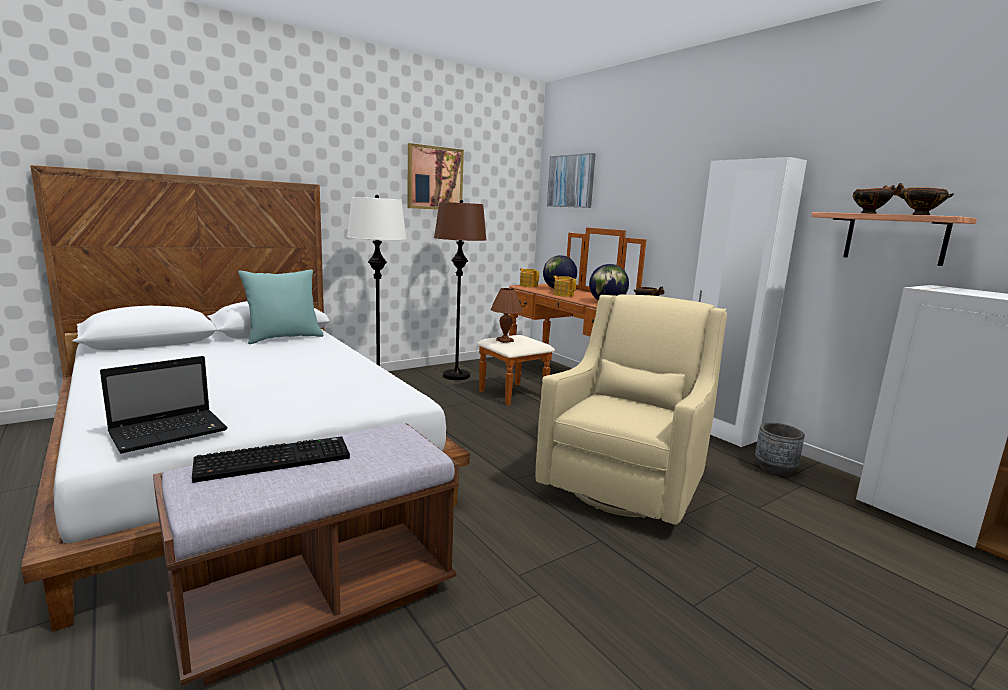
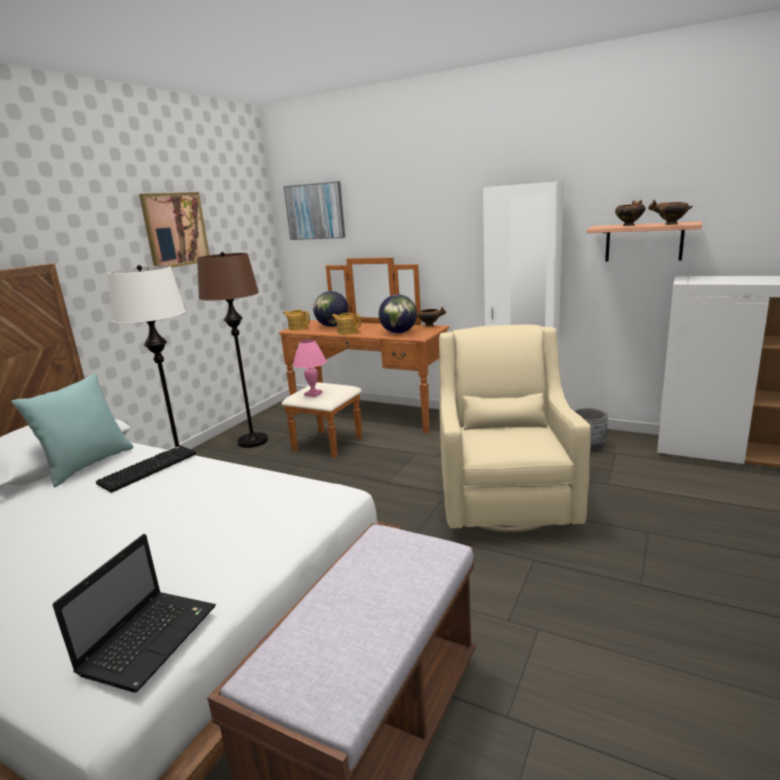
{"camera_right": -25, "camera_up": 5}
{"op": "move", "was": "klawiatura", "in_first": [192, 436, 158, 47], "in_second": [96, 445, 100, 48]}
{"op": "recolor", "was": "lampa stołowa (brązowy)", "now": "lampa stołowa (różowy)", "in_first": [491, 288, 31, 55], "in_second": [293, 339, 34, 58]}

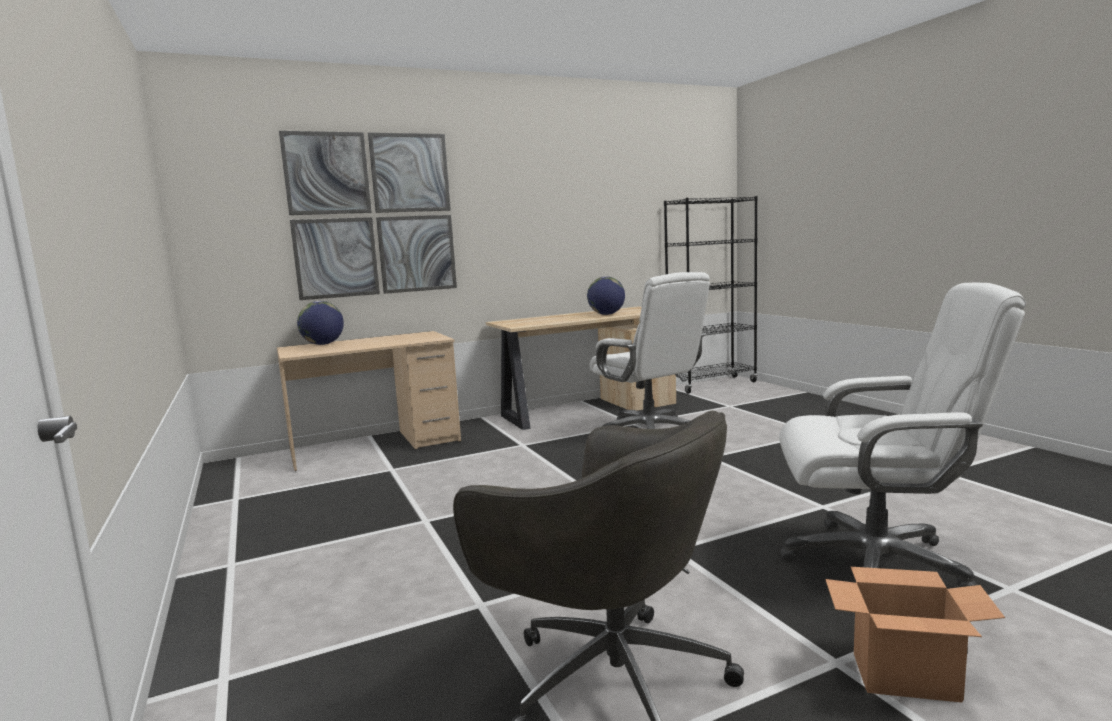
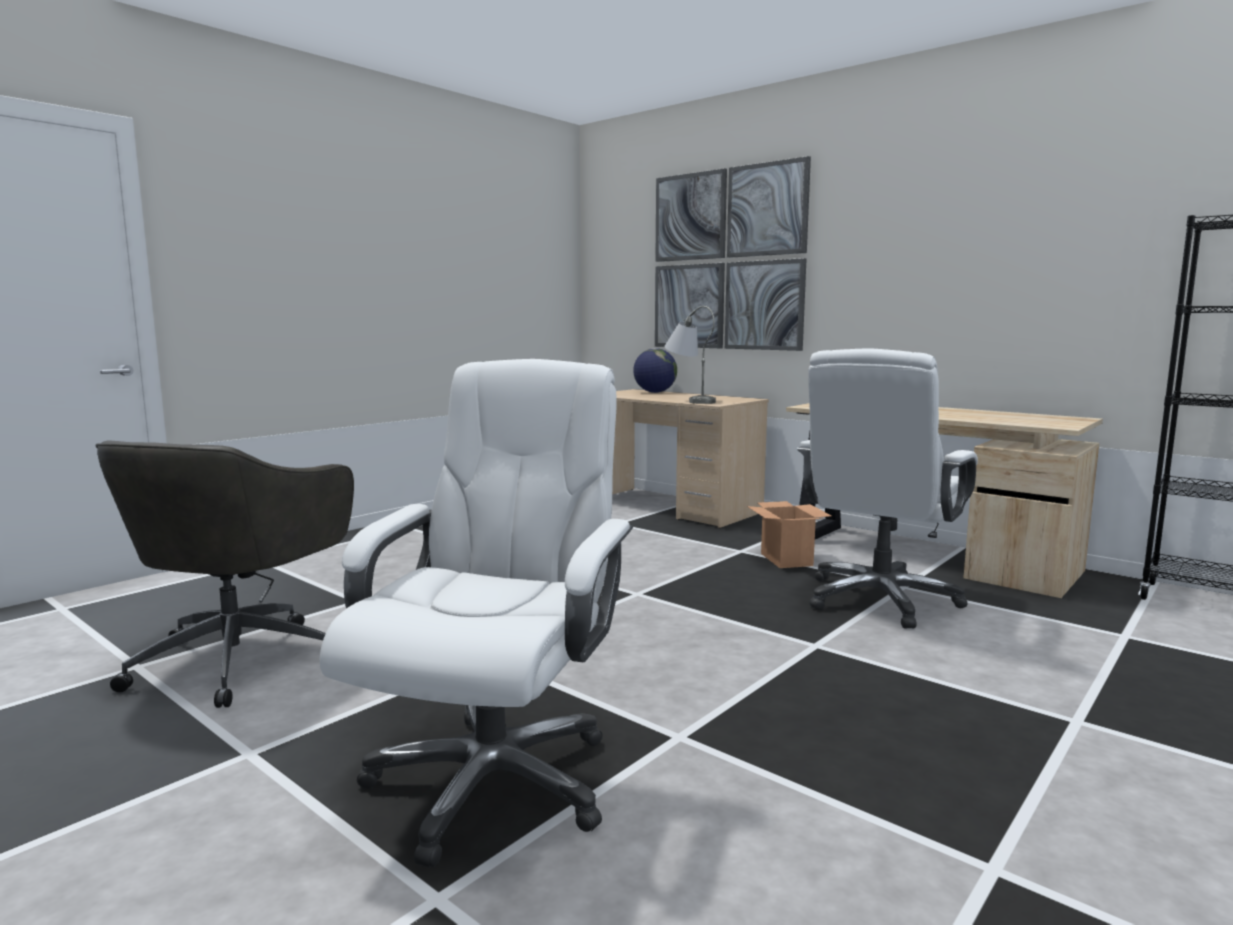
{"camera_right": 65, "camera_up": 0}
{"op": "rotate", "was": "krzesło biurowe (biały)", "in_first": [779, 283, 247, 304], "in_second": [320, 359, 313, 508], "clockwise": -150}
{"op": "insert", "now": "lampa stołowa (szary)", "in_second": [664, 306, 52, 98]}
{"op": "move", "was": "karton", "in_first": [825, 567, 180, 136], "in_second": [747, 501, 85, 67]}
{"op": "delete", "was": "globus", "in_first": [587, 276, 38, 39]}

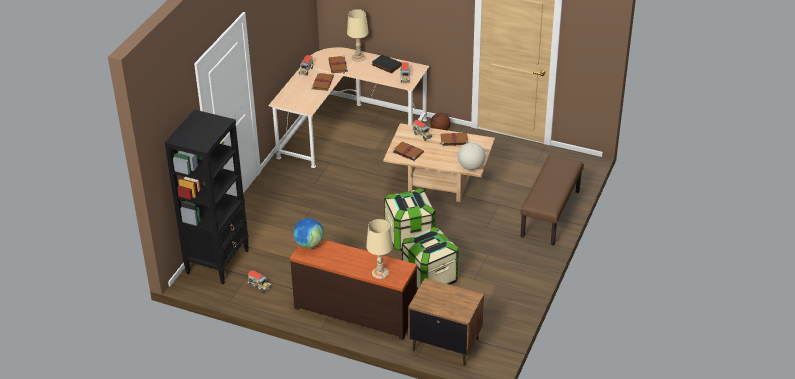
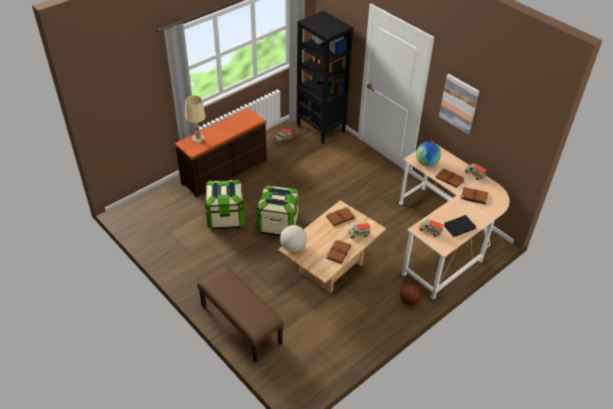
{"camera_right": 115, "camera_up": 5}
{"op": "move", "was": "globus", "in_first": [293, 218, 31, 31], "in_second": [416, 142, 25, 24]}
{"op": "insert", "now": "obraz", "in_second": [439, 74, 40, 60]}
{"op": "delete", "was": "lampa stołowa (beżowy)", "in_first": [347, 9, 22, 53]}
{"op": "delete", "was": "szafka nocna (brązowy)", "in_first": [408, 278, 76, 88]}

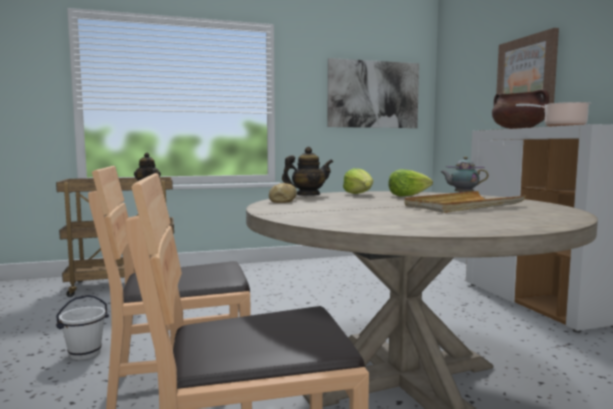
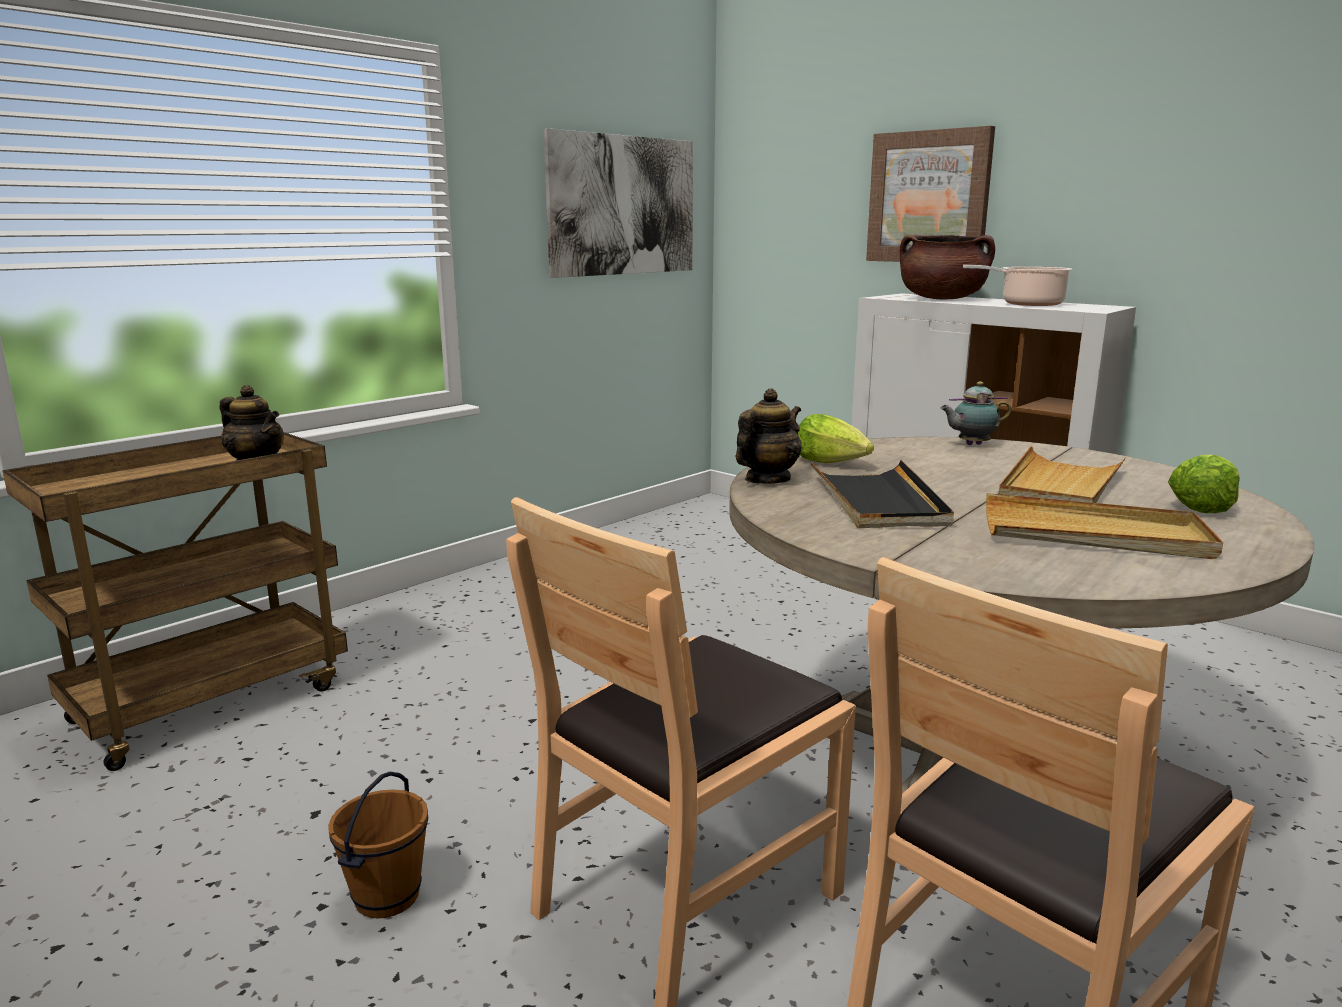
{"camera_right": -30, "camera_up": 10}
{"op": "recolor", "was": "wiadro (biały)", "now": "wiadro (brązowy)", "in_first": [56, 295, 53, 65], "in_second": [328, 772, 100, 147]}
{"op": "insert", "now": "taca (czarny)", "in_second": [811, 460, 143, 68]}
{"op": "insert", "now": "taca (beżowy)", "in_second": [986, 493, 237, 66]}
{"op": "move", "was": "sałata", "in_first": [388, 169, 45, 28], "in_second": [1168, 455, 72, 58]}
{"op": "delete", "was": "chleb", "in_first": [269, 183, 28, 20]}

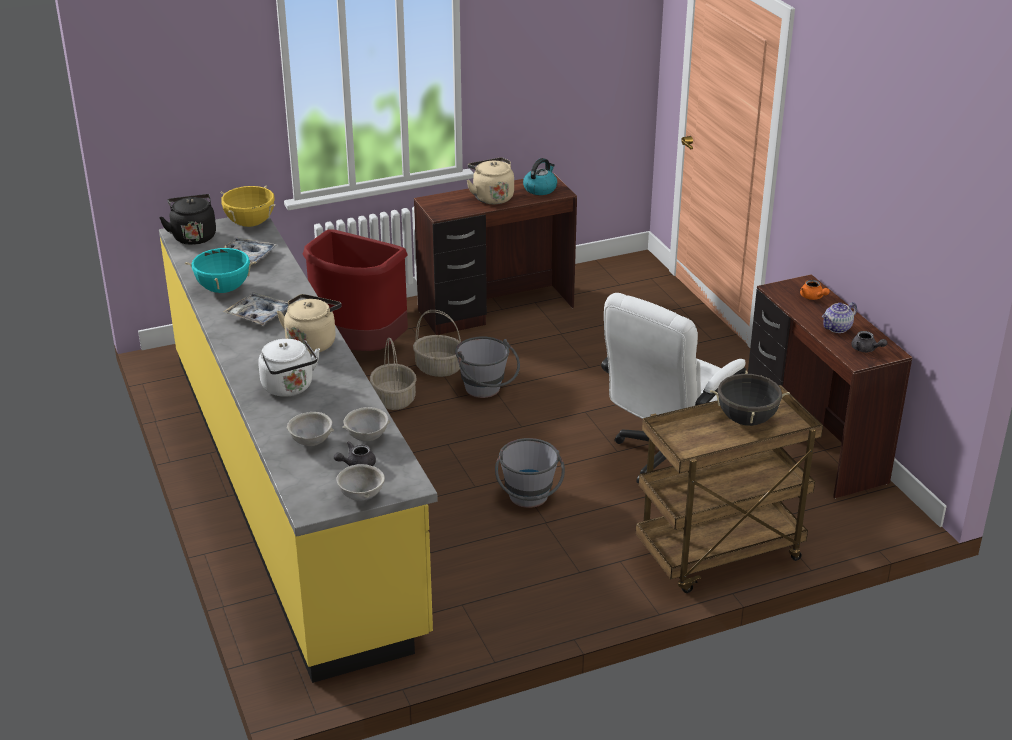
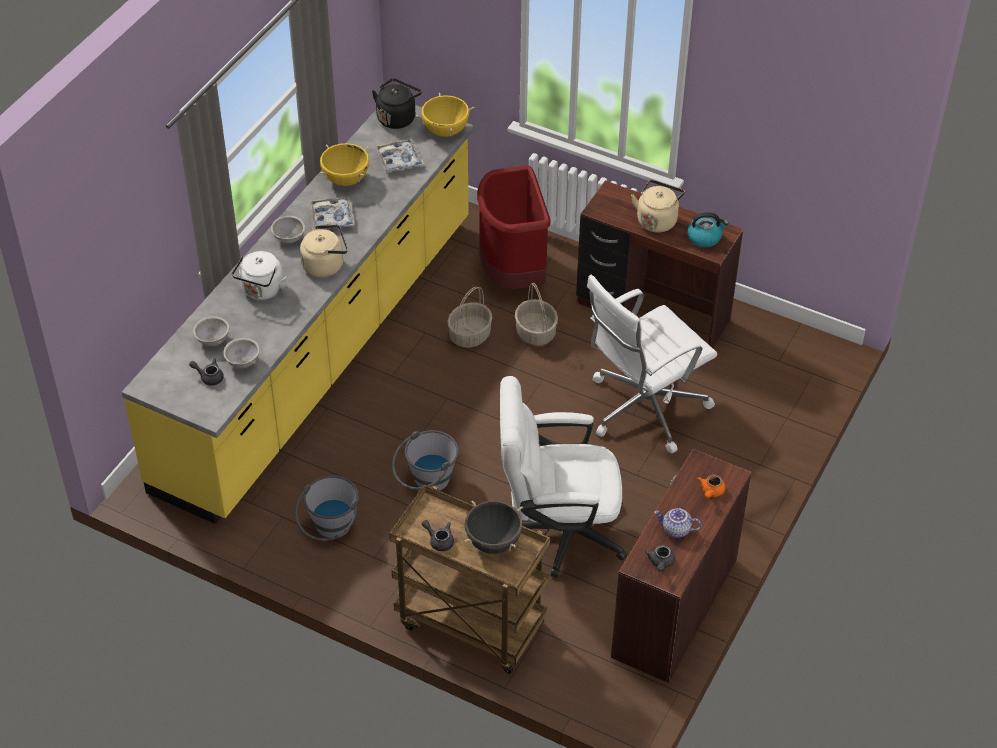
{"camera_right": 50, "camera_up": 15}
{"op": "move", "was": "miska (szary)", "in_first": [336, 464, 49, 37], "in_second": [271, 216, 34, 27]}
{"op": "move", "was": "wiadro (szary)", "in_first": [455, 336, 65, 62], "in_second": [295, 475, 64, 66]}
{"op": "recolor", "was": "garnek (turkusowy)", "now": "garnek (żółty)", "in_first": [185, 246, 71, 47], "in_second": [320, 143, 49, 43]}
{"op": "insert", "now": "imbryk (szary)", "in_second": [422, 520, 32, 31]}
{"op": "insert", "now": "krzesło biurowe (biały)", "in_second": [587, 275, 130, 178]}

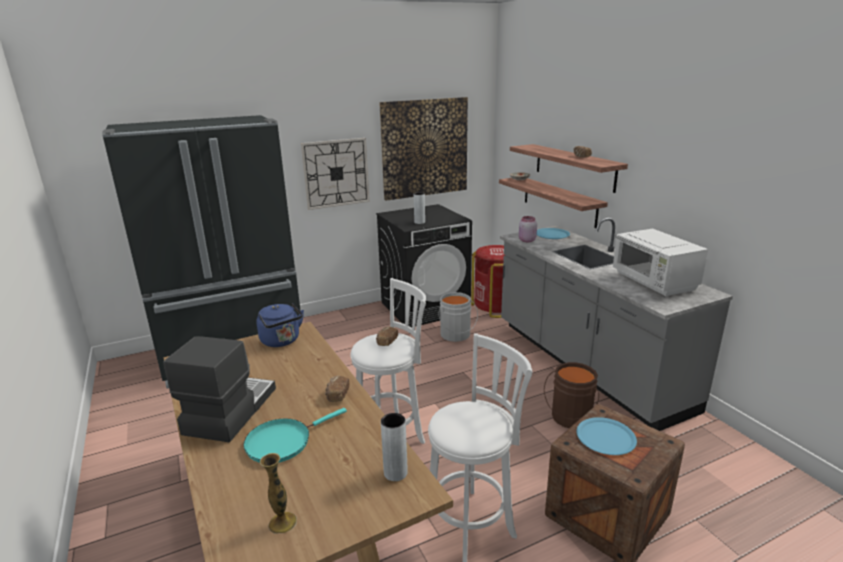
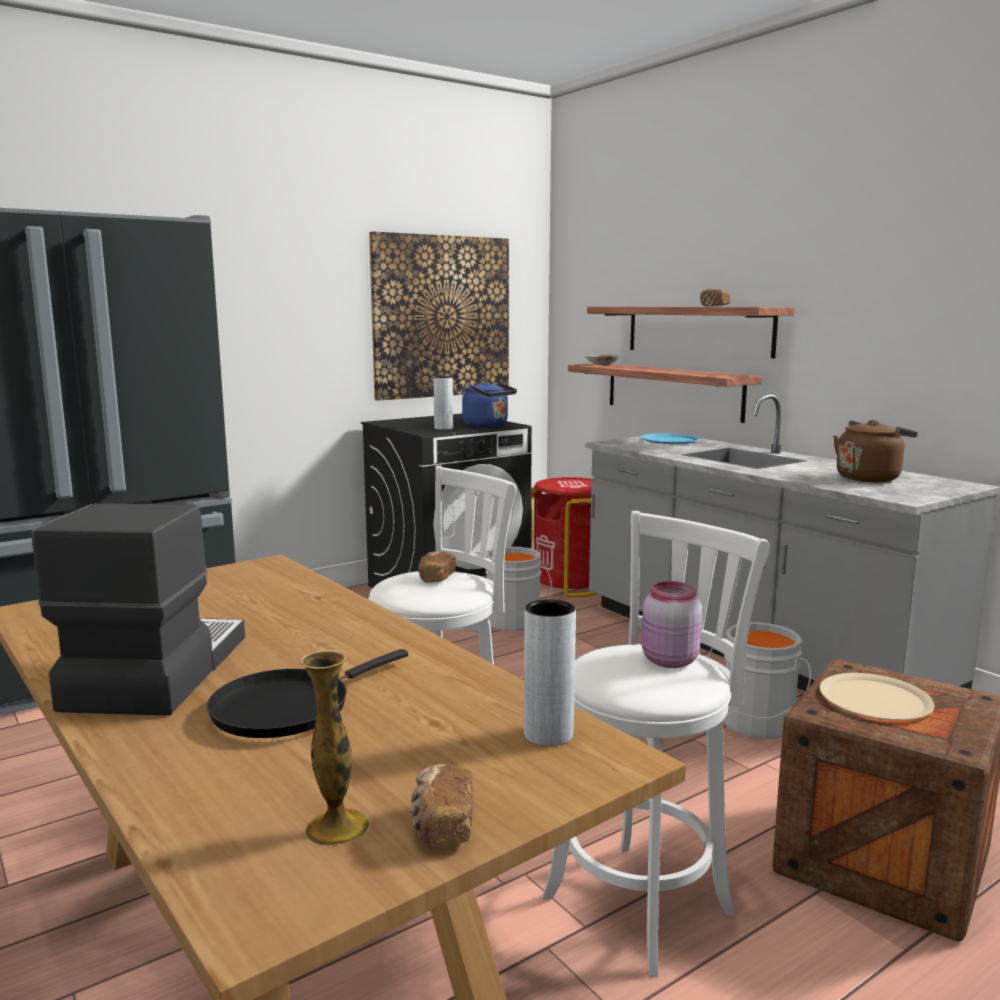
{"camera_right": -10, "camera_up": -10}
{"op": "recolor", "was": "patelnia (turkusowy)", "now": "patelnia (czarny)", "in_first": [243, 408, 104, 55], "in_second": [207, 649, 201, 89]}
{"op": "move", "was": "chleb", "in_first": [325, 376, 25, 26], "in_second": [409, 764, 64, 85]}
{"op": "move", "was": "czajnik (niebieski)", "in_first": [256, 303, 48, 44], "in_second": [462, 381, 55, 46]}
{"op": "move", "was": "słoik (różowy)", "in_first": [519, 216, 18, 26], "in_second": [642, 581, 60, 87]}
{"op": "recolor", "was": "wiadro (brązowy)", "now": "wiadro (szary)", "in_first": [544, 362, 55, 66], "in_second": [708, 622, 103, 117]}
{"op": "recolor", "was": "talerz (niebieski)", "now": "talerz (beżowy)", "in_first": [576, 417, 61, 38], "in_second": [820, 673, 114, 47]}
{"op": "replace", "was": "mikrofalówka (biały)", "now": "czajnik (brązowy)", "in_first": [612, 229, 96, 68], "in_second": [833, 420, 85, 62]}
{"op": "delete", "was": "zegar ścienny", "in_first": [301, 138, 69, 72]}

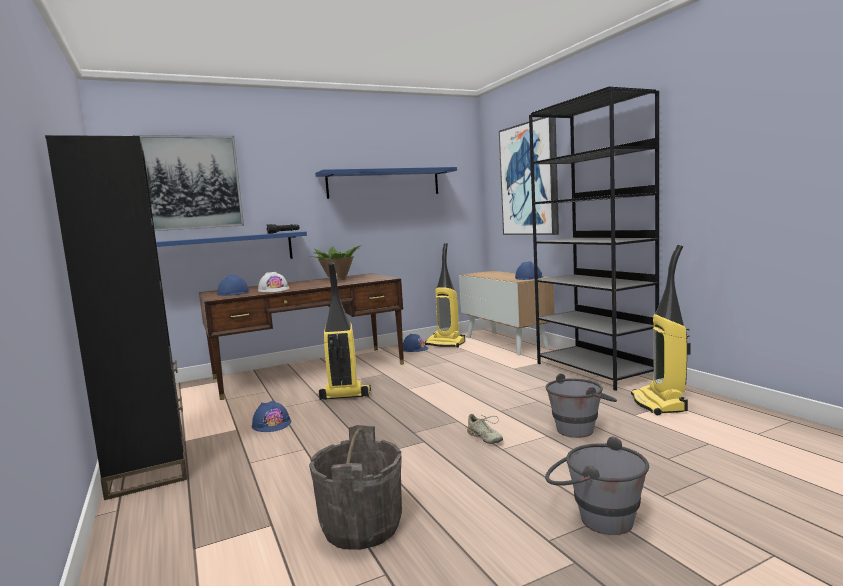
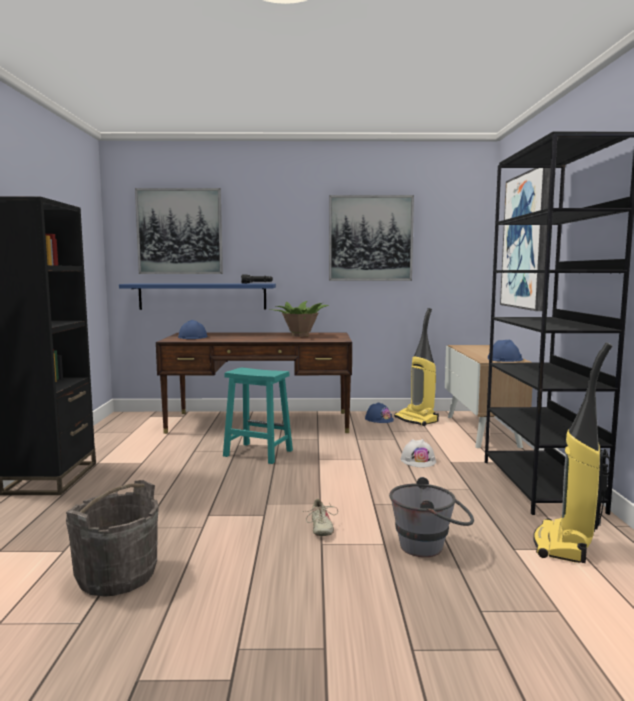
{"camera_right": 25, "camera_up": 0}
{"op": "replace", "was": "odkurzacz", "now": "stołek (turkusowy)", "in_first": [319, 262, 52, 138], "in_second": [223, 367, 70, 97]}
{"op": "replace", "was": "półka (niebieski)", "now": "obraz", "in_first": [315, 167, 142, 32], "in_second": [329, 195, 85, 86]}
{"op": "move", "was": "kask (biały)", "in_first": [258, 272, 31, 20], "in_second": [401, 439, 35, 28]}
{"op": "delete", "was": "kask (niebieski)", "in_first": [252, 400, 39, 32]}
{"op": "delete", "was": "wiadro (szary)", "in_first": [545, 436, 104, 99]}

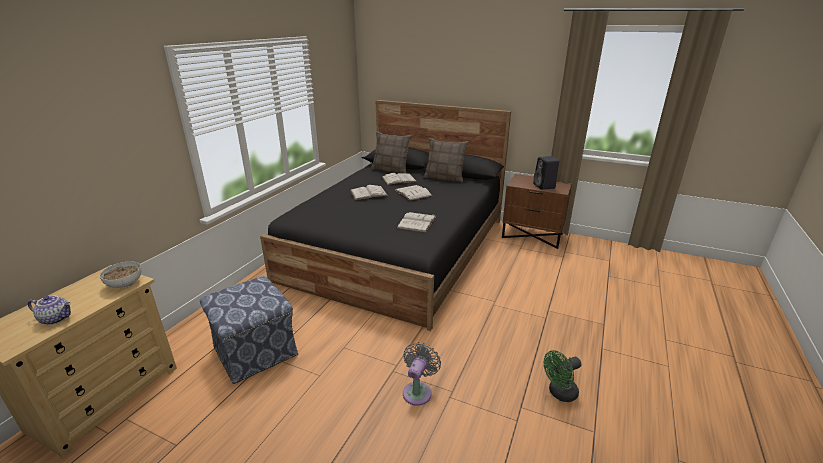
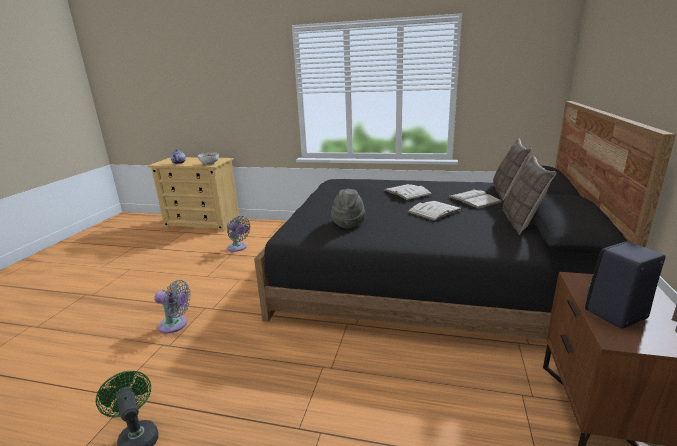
{"camera_right": 80, "camera_up": -5}
{"op": "replace", "was": "pufa", "now": "wentylator (szary)", "in_first": [200, 276, 98, 108], "in_second": [227, 216, 24, 36]}
{"op": "replace", "was": "książka (biały)", "now": "kapelusz (szary)", "in_first": [397, 212, 39, 21], "in_second": [331, 189, 34, 39]}

